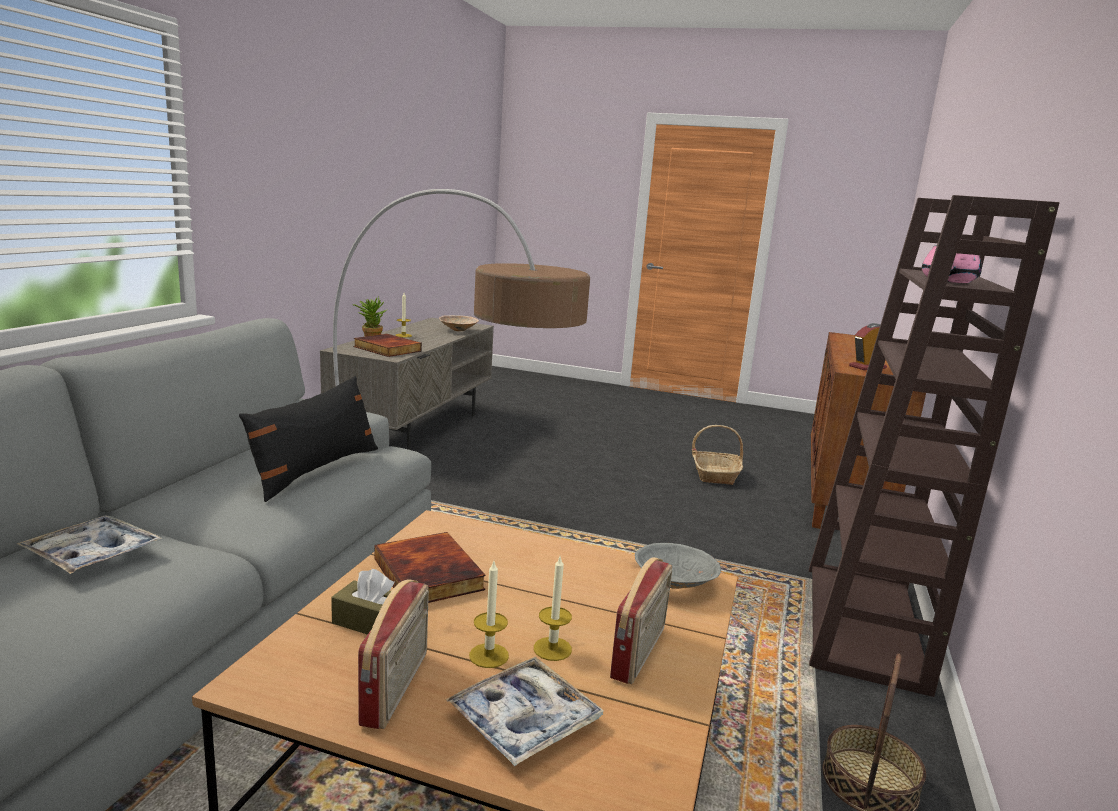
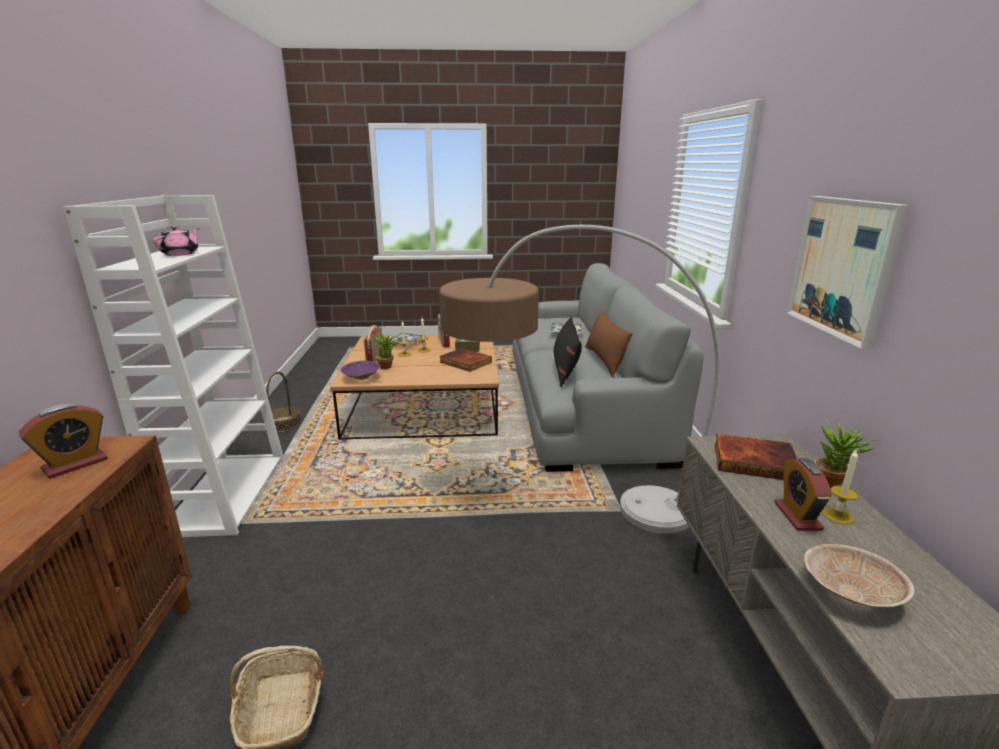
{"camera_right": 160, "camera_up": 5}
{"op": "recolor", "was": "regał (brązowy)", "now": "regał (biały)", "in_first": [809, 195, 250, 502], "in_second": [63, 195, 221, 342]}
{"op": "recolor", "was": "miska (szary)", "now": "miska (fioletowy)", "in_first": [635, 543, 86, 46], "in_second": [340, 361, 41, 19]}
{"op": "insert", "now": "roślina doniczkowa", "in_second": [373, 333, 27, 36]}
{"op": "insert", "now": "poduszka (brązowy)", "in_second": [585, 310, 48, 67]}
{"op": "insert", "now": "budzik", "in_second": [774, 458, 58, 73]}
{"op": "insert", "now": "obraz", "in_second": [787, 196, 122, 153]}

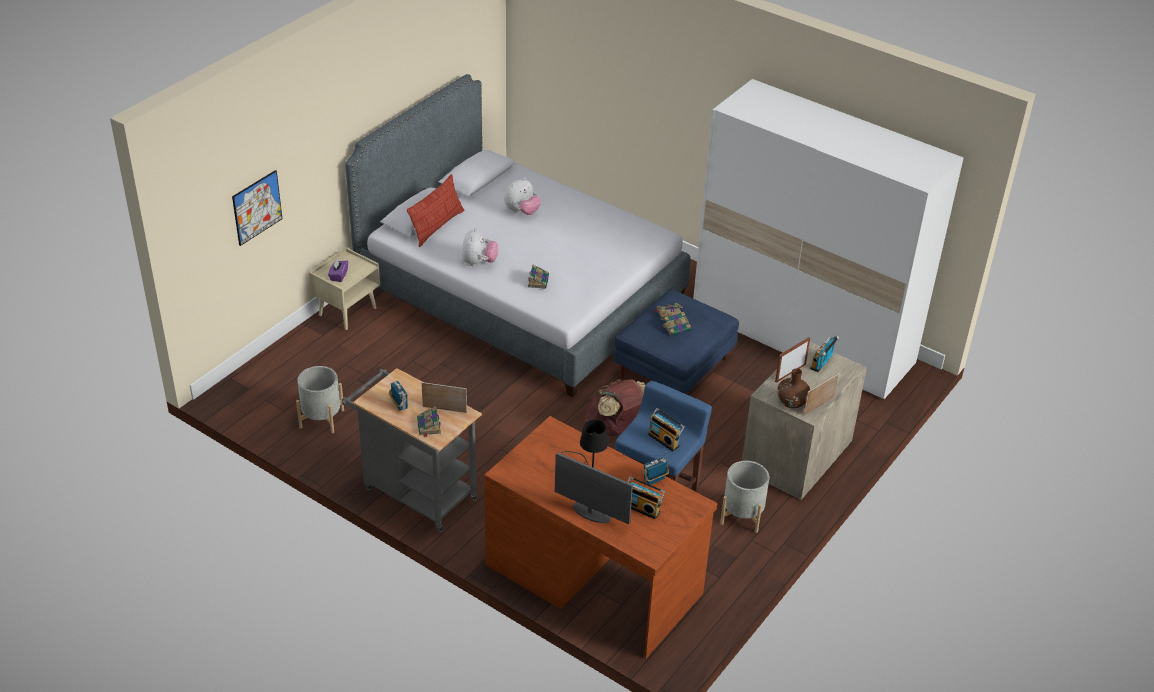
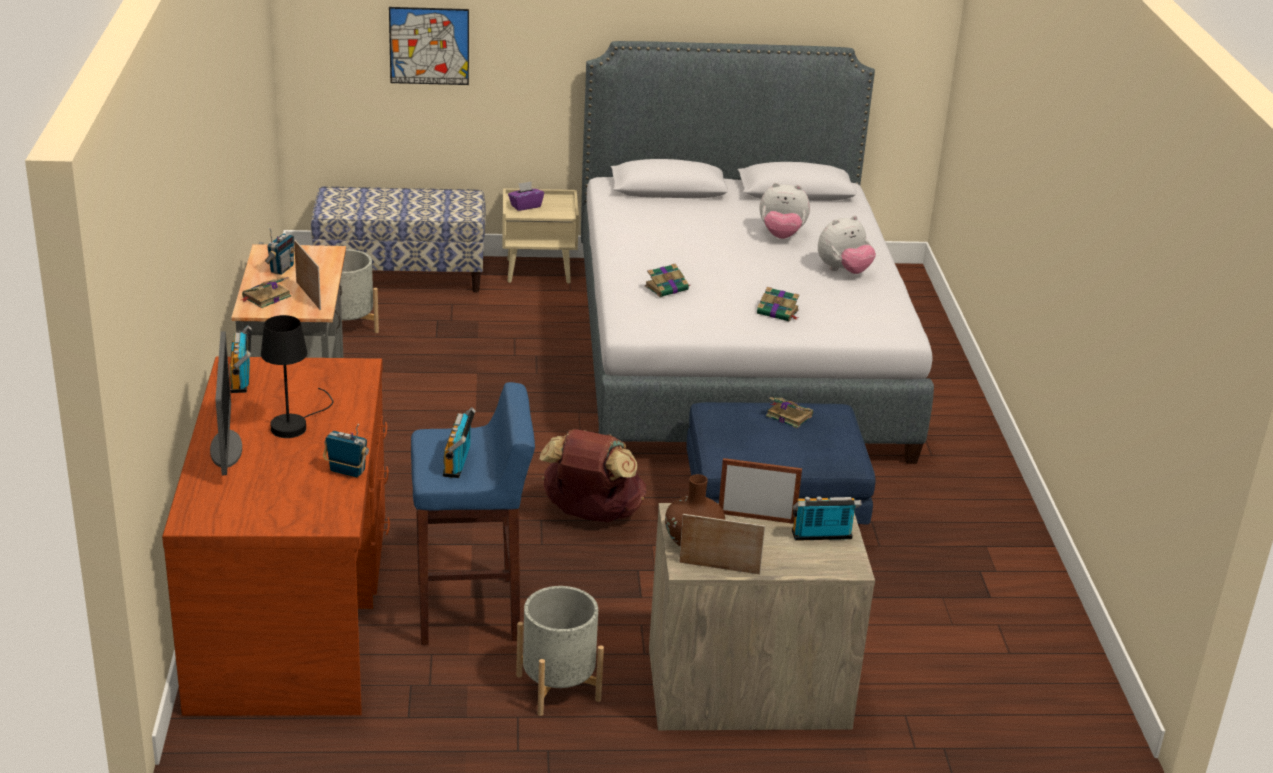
{"camera_right": 50, "camera_up": -10}
{"op": "move", "was": "radio", "in_first": [628, 477, 37, 42], "in_second": [229, 326, 23, 67]}
{"op": "insert", "now": "ławka", "in_second": [311, 187, 175, 105]}
{"op": "move", "was": "książka", "in_first": [663, 312, 29, 24], "in_second": [757, 287, 43, 34]}
{"op": "move", "was": "pluszak", "in_first": [462, 228, 37, 38], "in_second": [818, 215, 58, 59]}
{"op": "delete", "was": "poduszka", "in_first": [407, 174, 57, 73]}
{"op": "delete", "was": "szafa (biały)", "in_first": [693, 79, 271, 320]}

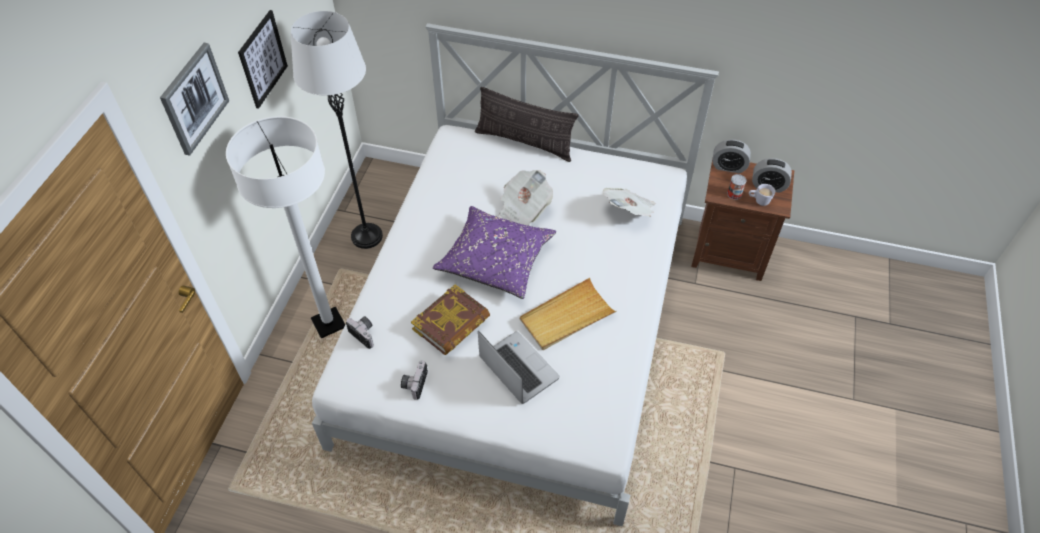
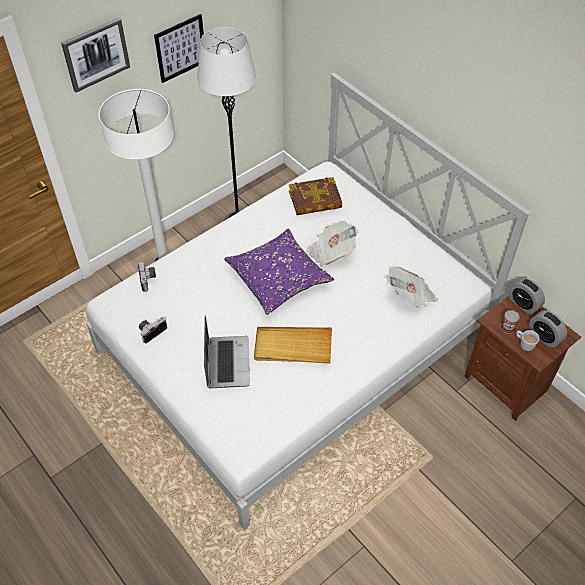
{"camera_right": 35, "camera_up": 0}
{"op": "move", "was": "książka", "in_first": [411, 284, 79, 71], "in_second": [289, 177, 53, 38]}
{"op": "delete", "was": "poduszka", "in_first": [475, 87, 104, 75]}

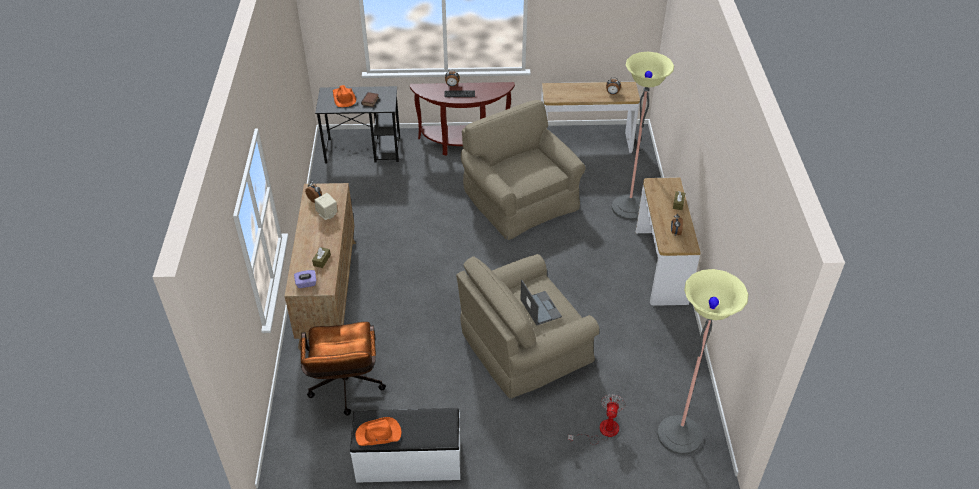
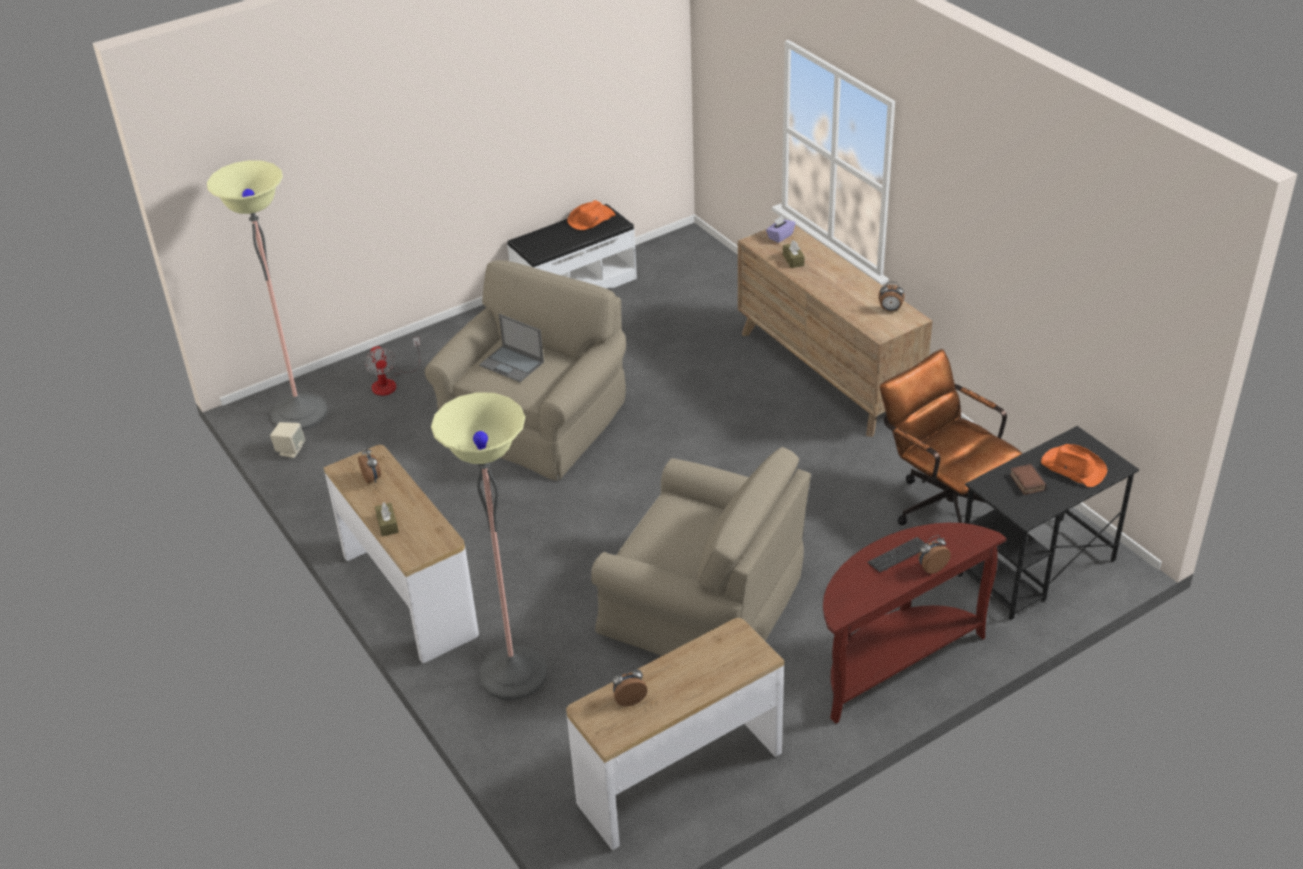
{"camera_right": 150, "camera_up": -5}
{"op": "move", "was": "głośnik (beżowy)", "in_first": [314, 193, 23, 27], "in_second": [270, 422, 35, 36]}
{"op": "move", "was": "krzesło biurowe (brązowy)", "in_first": [301, 322, 85, 94], "in_second": [880, 349, 142, 176]}

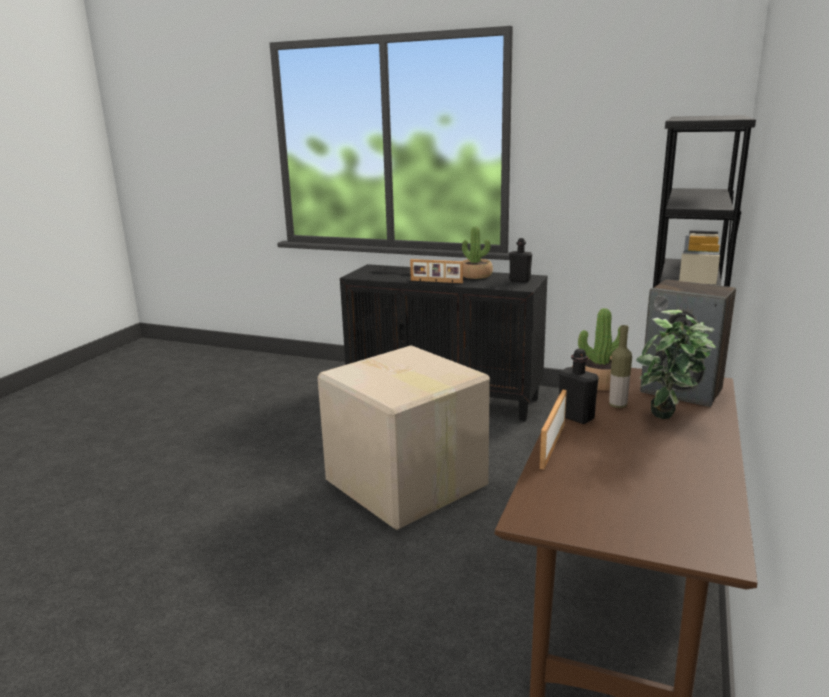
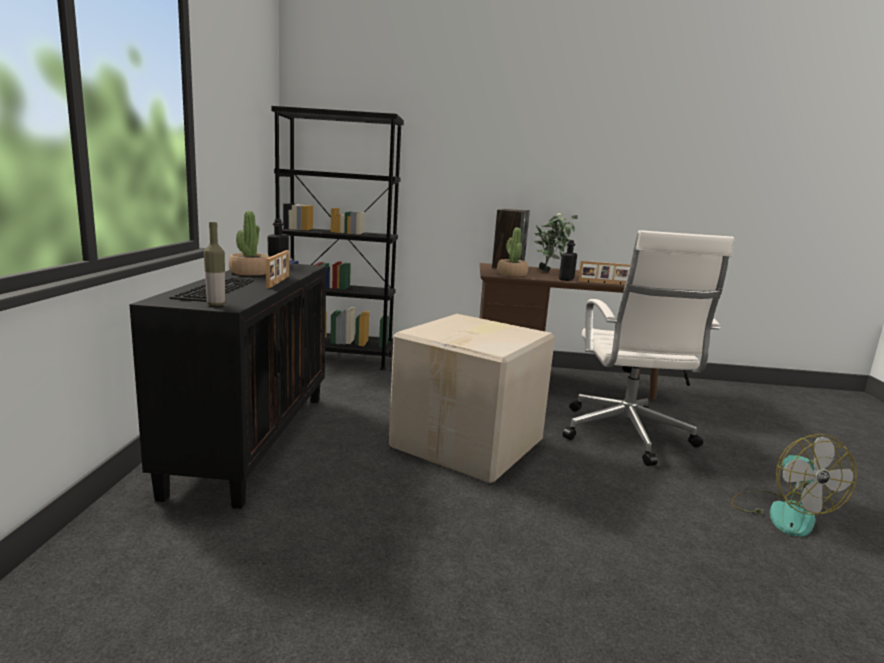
{"camera_right": -110, "camera_up": -5}
{"op": "move", "was": "butelka", "in_first": [609, 325, 23, 83], "in_second": [204, 222, 21, 84]}
{"op": "insert", "now": "krzesło biurowe (biały)", "in_second": [563, 230, 171, 236]}
{"op": "insert", "now": "wentylator", "in_second": [731, 434, 126, 103]}

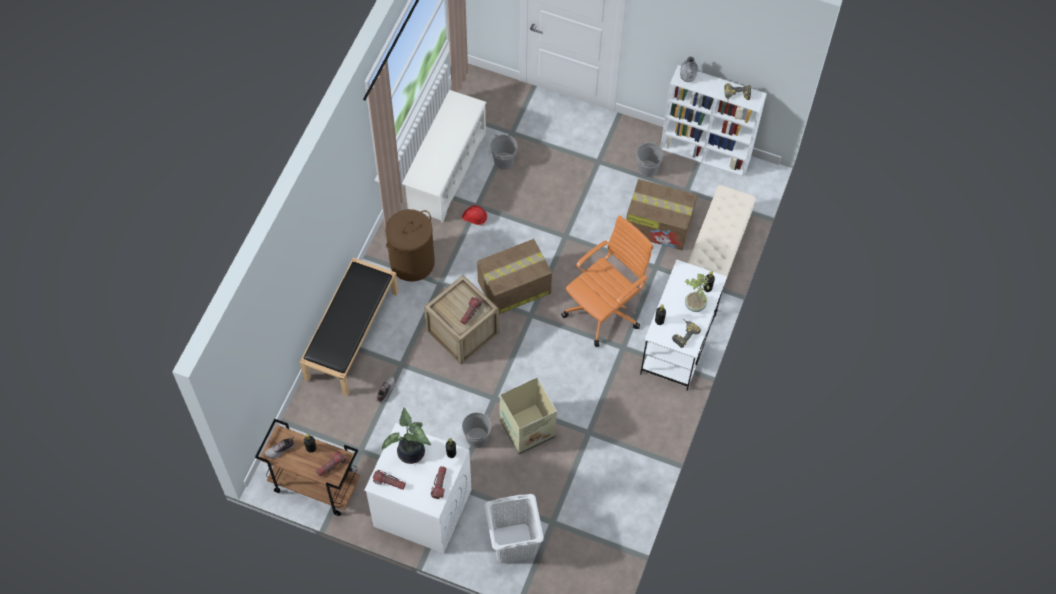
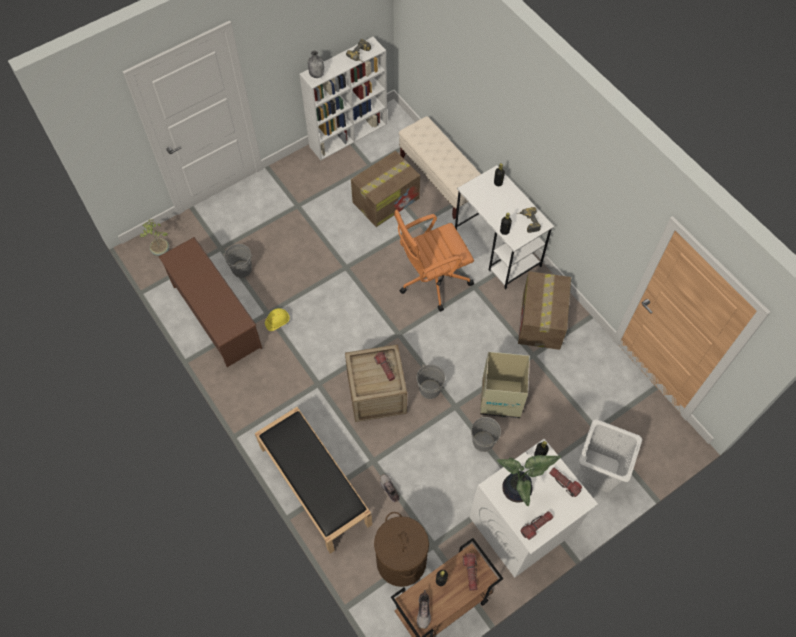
{"camera_right": -55, "camera_up": 0}
{"op": "move", "was": "roślina doniczkowa", "in_first": [685, 274, 25, 38], "in_second": [140, 219, 29, 37]}
{"op": "recolor", "was": "regał na buty (biały)", "now": "regał na buty (brązowy)", "in_first": [402, 90, 84, 133], "in_second": [158, 237, 104, 130]}
{"op": "recolor", "was": "kask (czerwony)", "now": "kask (żółty)", "in_first": [462, 205, 25, 20], "in_second": [265, 308, 25, 23]}
{"op": "move", "was": "kosz na pranie (brązowy)", "in_first": [385, 209, 50, 73], "in_second": [374, 512, 55, 75]}
{"op": "rotate", "was": "krzesło biurowe (pomarańczowy)", "in_first": [561, 215, 92, 132], "in_second": [394, 210, 80, 102], "clockwise": -105}
{"op": "move", "was": "wiadro (szary)", "in_first": [637, 142, 26, 35], "in_second": [417, 365, 28, 34]}
{"op": "move", "was": "karton", "in_first": [477, 239, 75, 75], "in_second": [518, 271, 53, 79]}

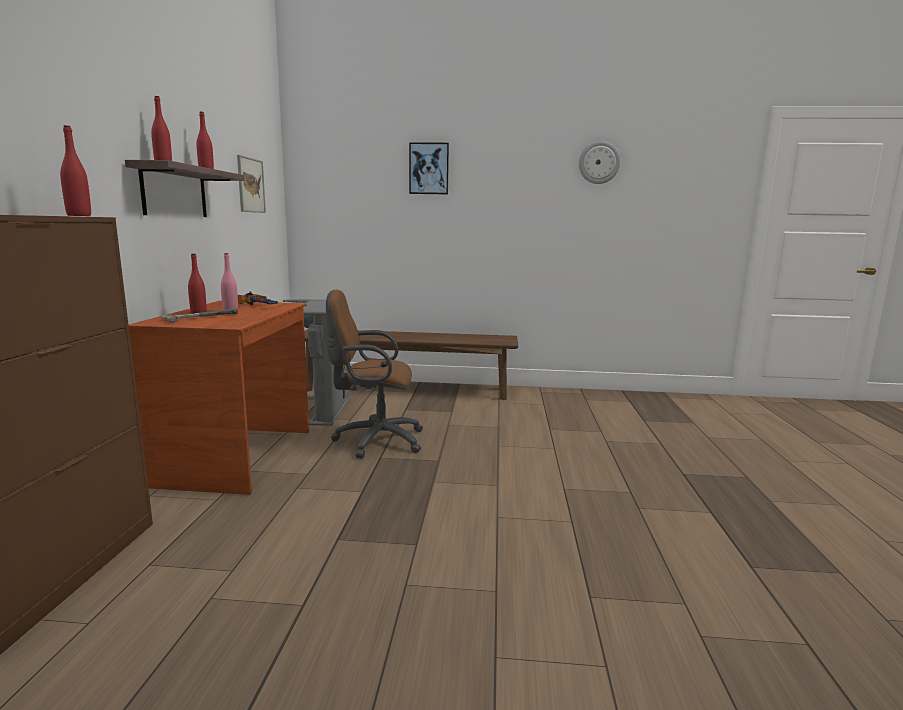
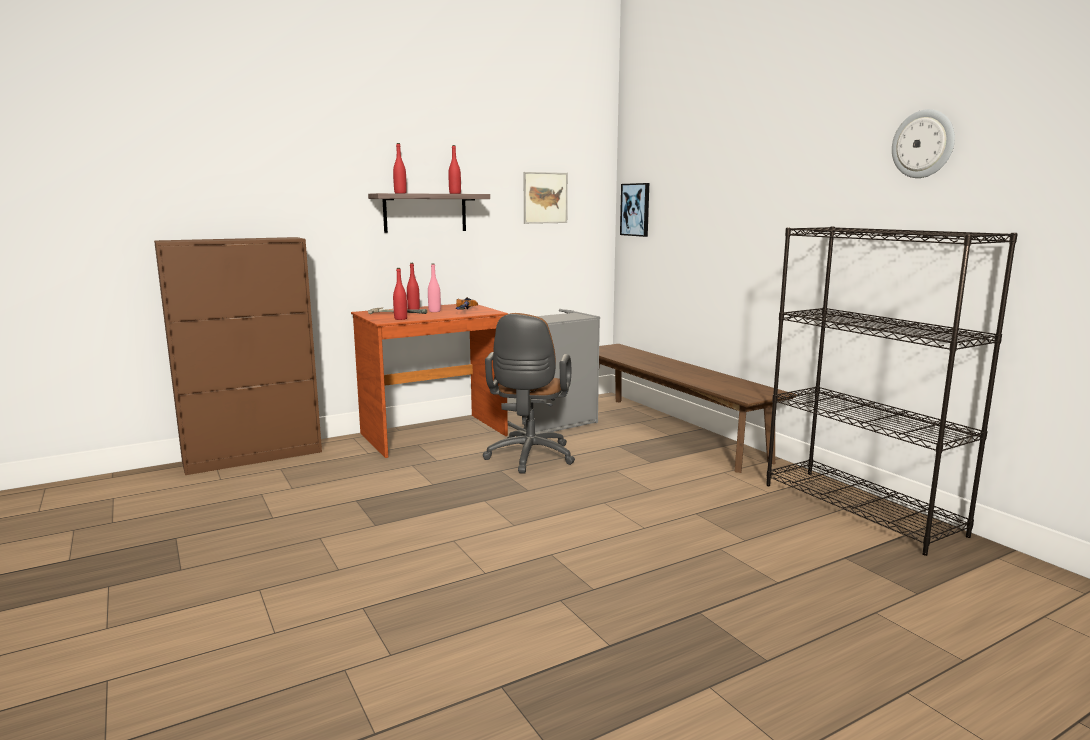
{"camera_right": 55, "camera_up": 0}
{"op": "move", "was": "butelka (czerwony)", "in_first": [60, 125, 31, 91], "in_second": [393, 268, 14, 52]}
{"op": "rotate", "was": "krzesło biurowe (brązowy)", "in_first": [326, 290, 97, 169], "in_second": [483, 313, 92, 161], "clockwise": -135}
{"op": "move", "was": "obraz", "in_first": [409, 142, 40, 52], "in_second": [620, 183, 29, 54]}
{"op": "insert", "now": "regał (czarny)", "in_second": [766, 226, 252, 330]}

